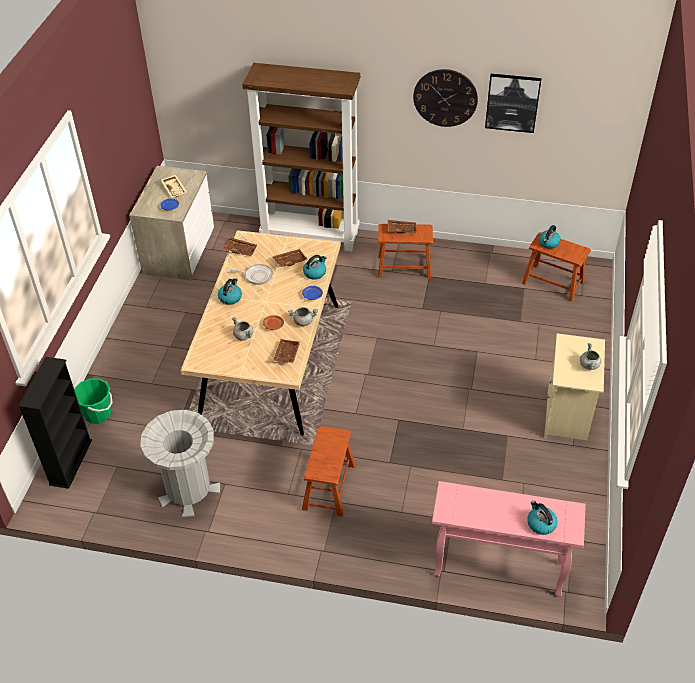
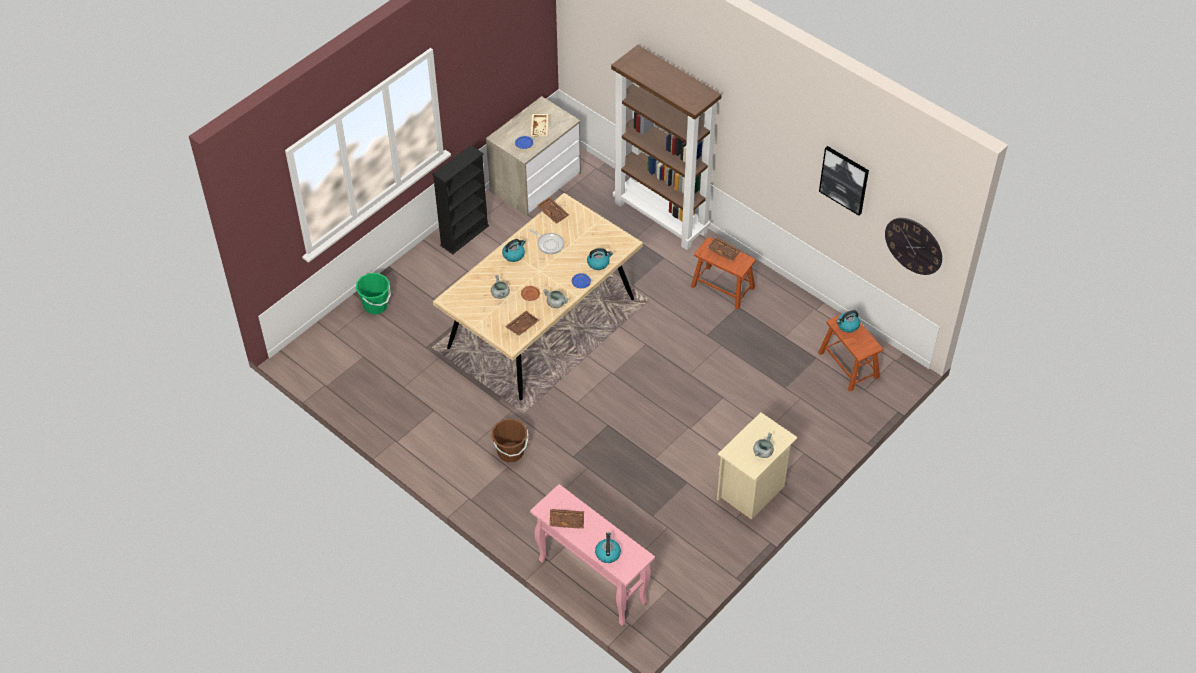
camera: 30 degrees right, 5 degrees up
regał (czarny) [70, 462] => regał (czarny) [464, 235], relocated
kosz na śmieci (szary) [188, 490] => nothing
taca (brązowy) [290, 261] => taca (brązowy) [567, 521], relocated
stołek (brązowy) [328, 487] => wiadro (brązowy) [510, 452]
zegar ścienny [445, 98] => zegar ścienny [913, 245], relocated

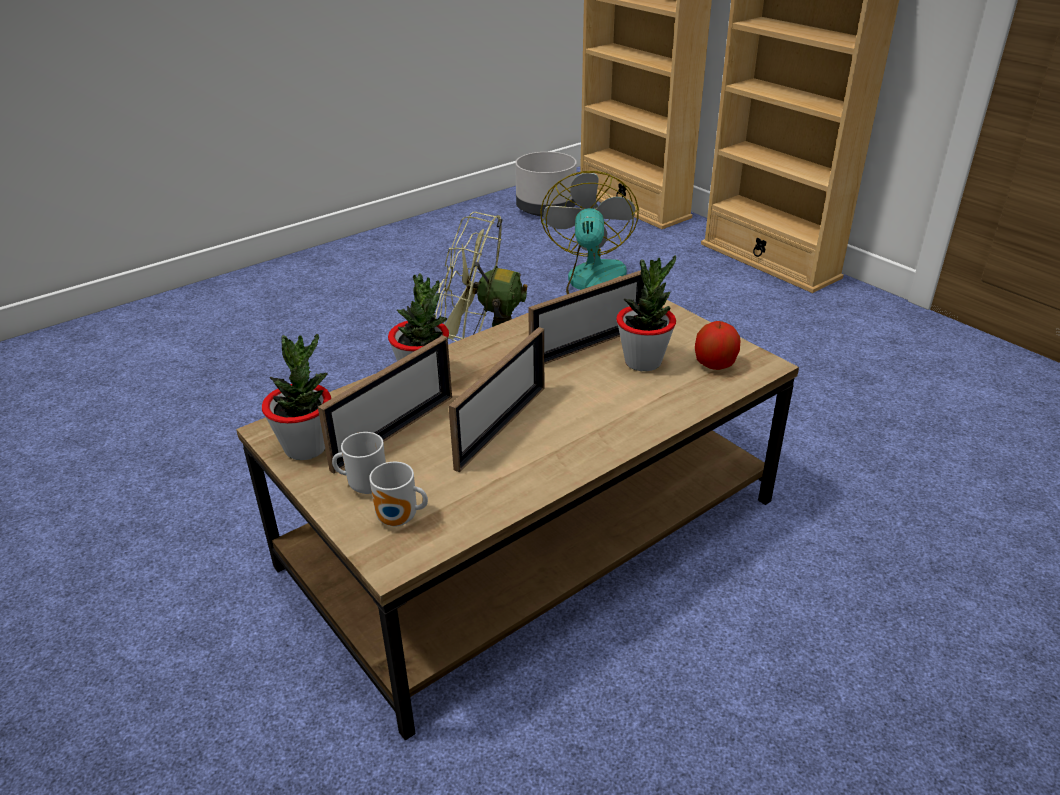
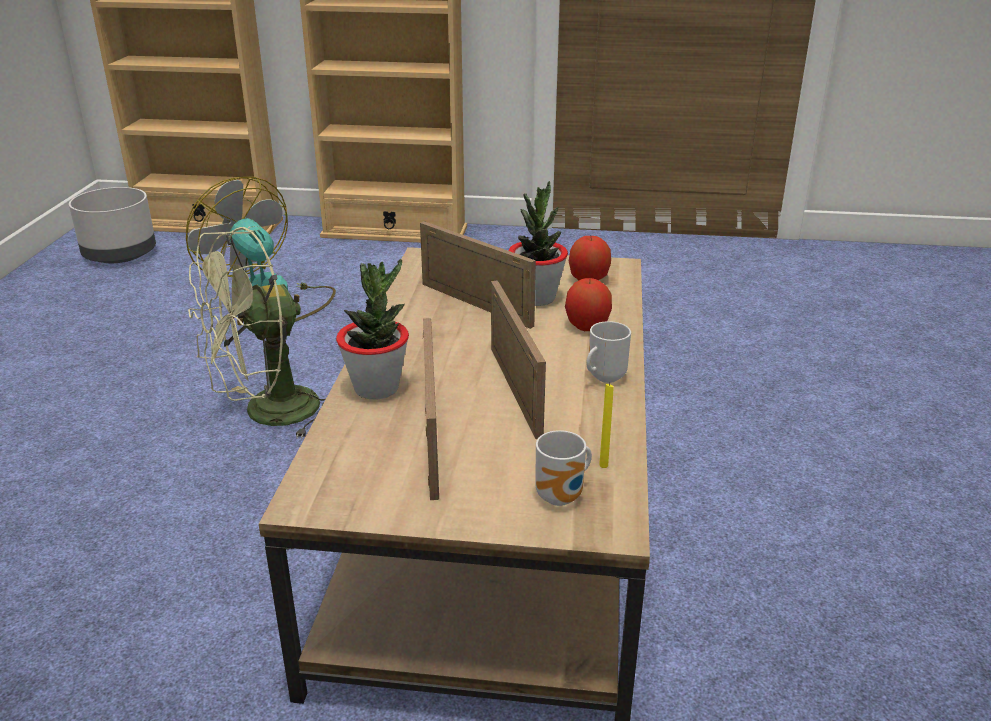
camera: 45 degrees left, 5 degrees down
roślina doniczkowa [306, 447] => nothing
kubek [365, 485] => kubek [603, 378], relocated
ramka na zdjęcie [589, 346] => ramka na zdjęcie [475, 304], 60 degrees counterclockwise
nothing => jabłko [587, 326]
nothing => świeca (żółty) [603, 465]

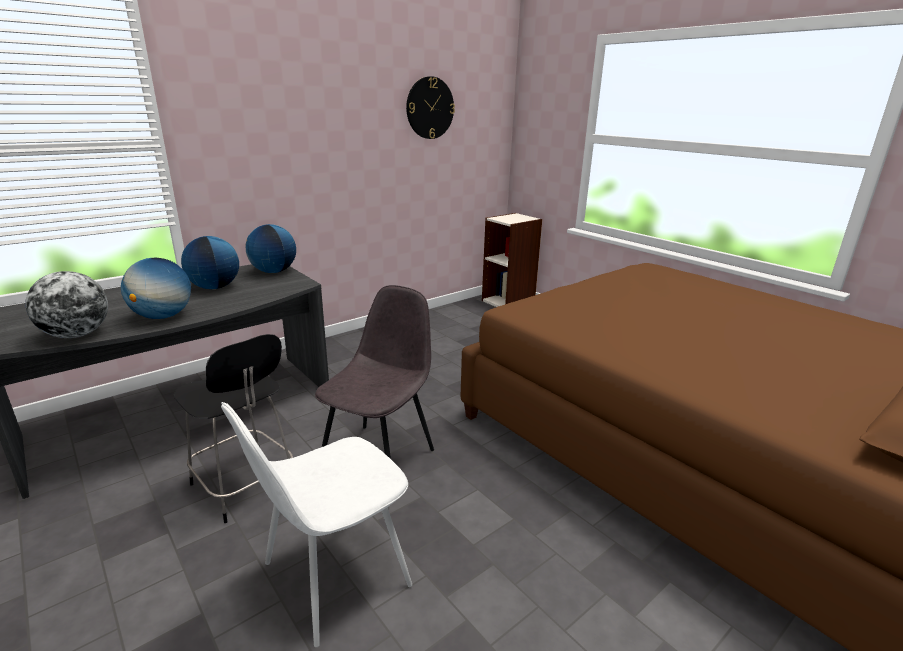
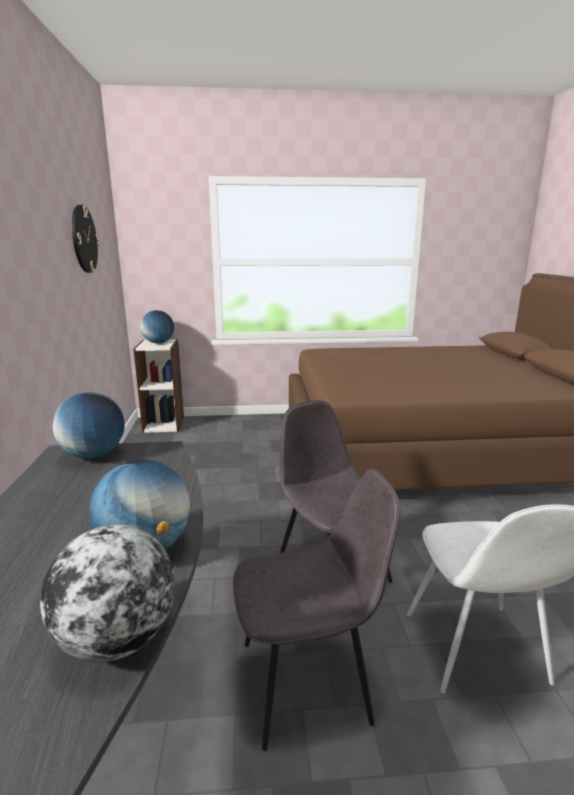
camera: 55 degrees left, 5 degrees down
stołek (czarny) [245, 486] => krzesło (szary) [308, 680]
globus [215, 287] => globus [158, 343], relocated

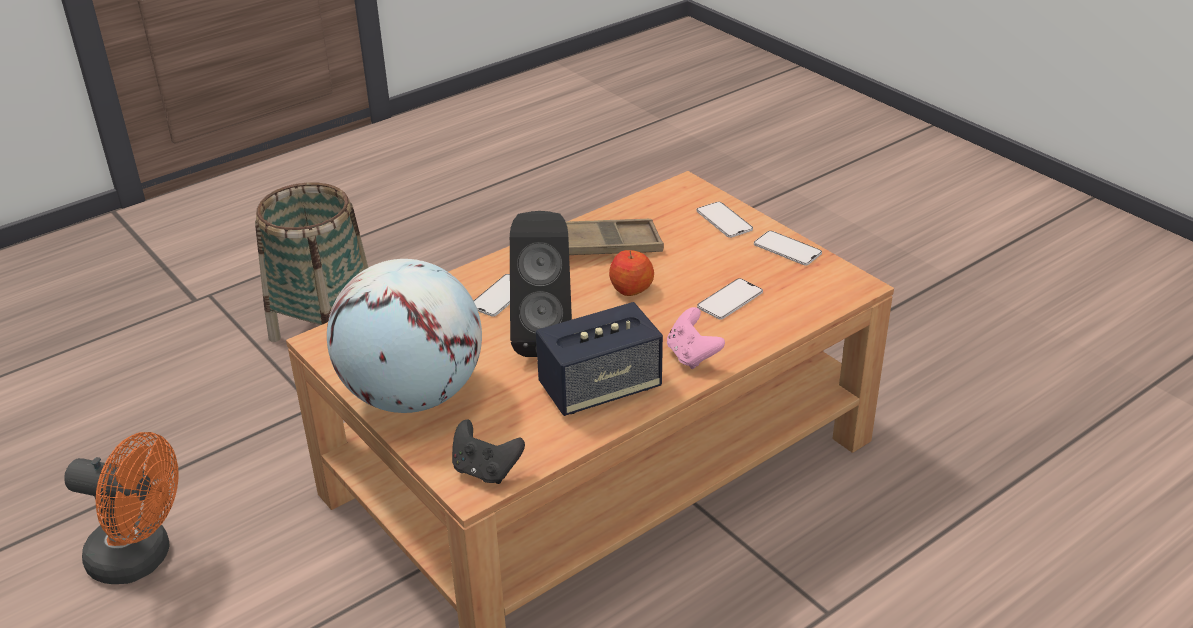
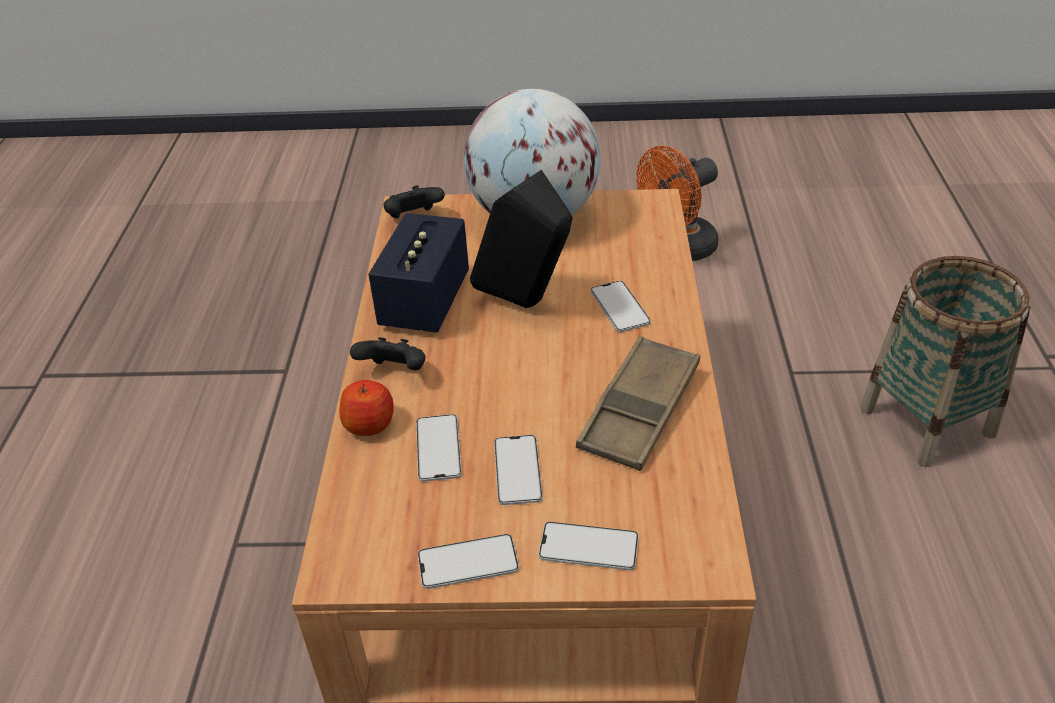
camera: 130 degrees right, 5 degrees up
jabłko [631, 288] => jabłko [370, 424], relocated
pad do gier (różowy) [692, 356] => pad do gier (czarny) [395, 372]
nothing => telefon [517, 470]

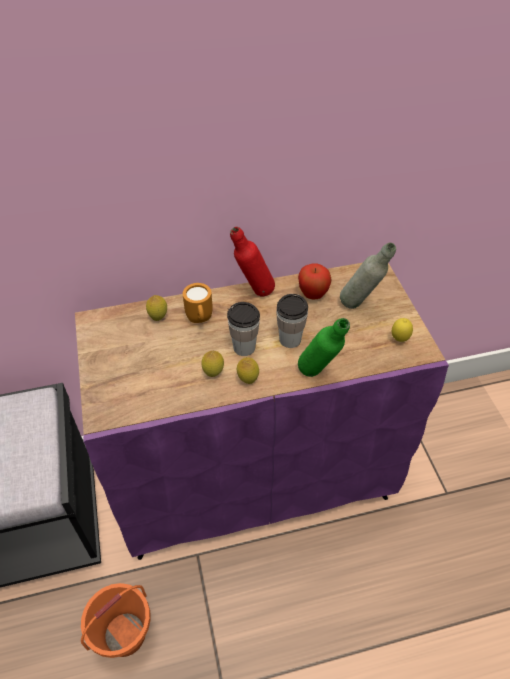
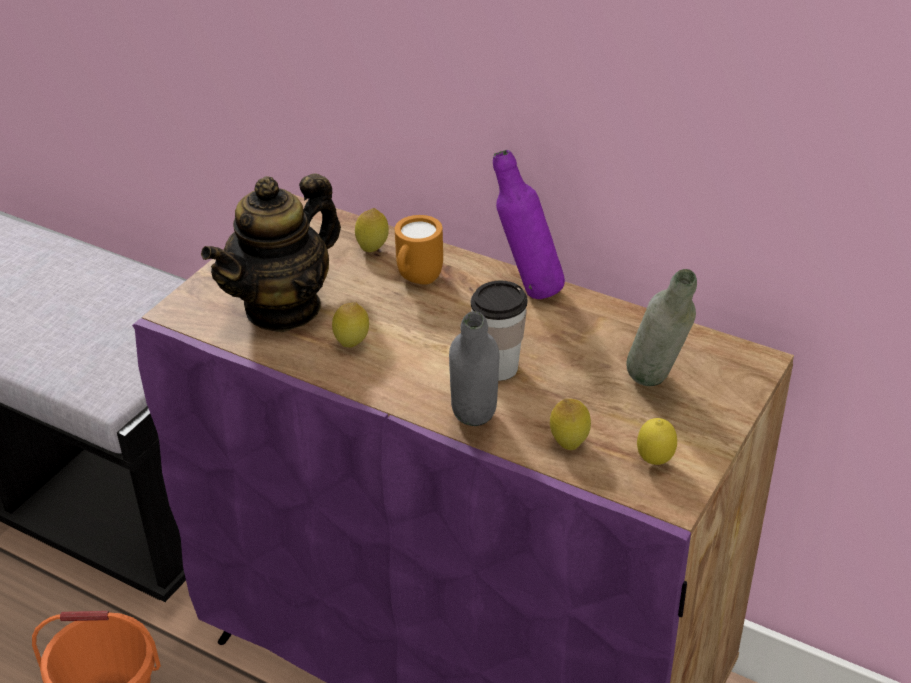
camera: 45 degrees right, 10 degrees down
filiżanka [244, 347] => nothing
butelka (czerwony) [253, 293] => butelka (fioletowy) [527, 289]
cytryna [248, 380] => cytryna [569, 444], relocated
jabłko [313, 295] => nothing
butelka (zielony) [318, 376] => butelka (szary) [474, 430]
nothing => imbryk [283, 307]

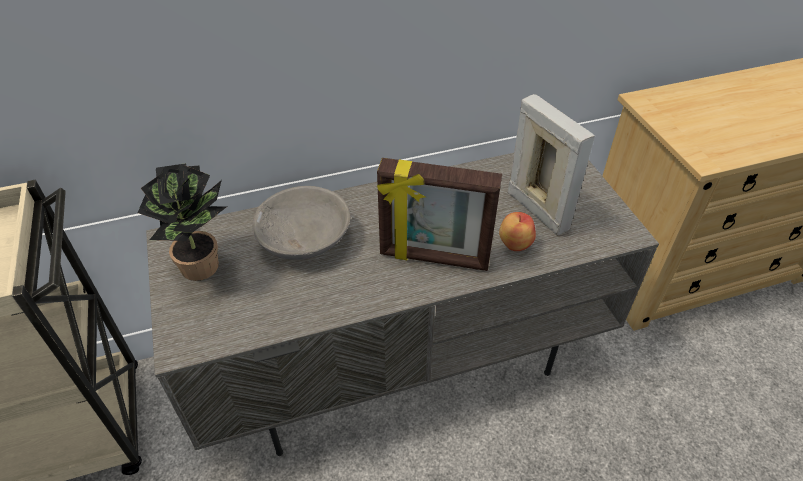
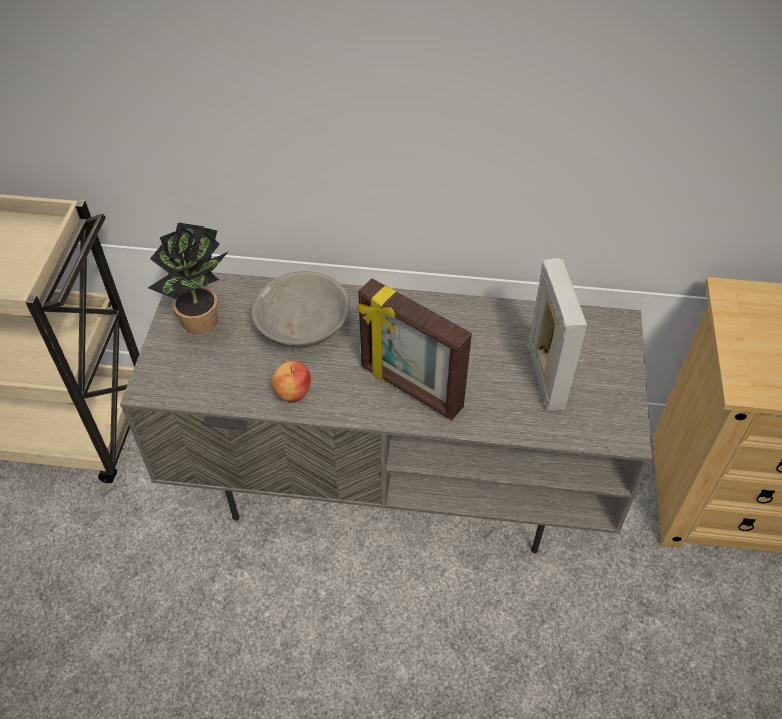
camera: 25 degrees right, 5 degrees up
jabłko [514, 243] => jabłko [292, 392], relocated

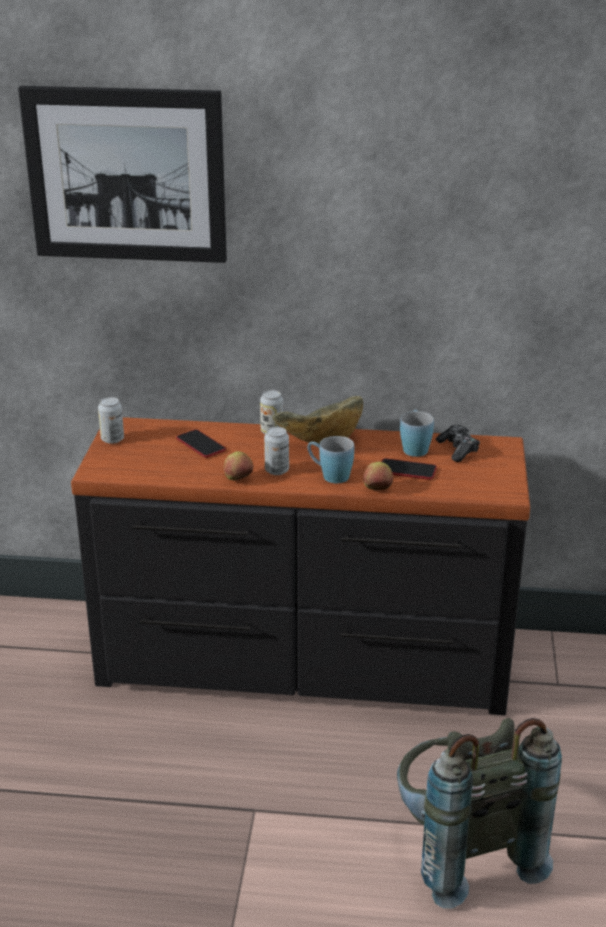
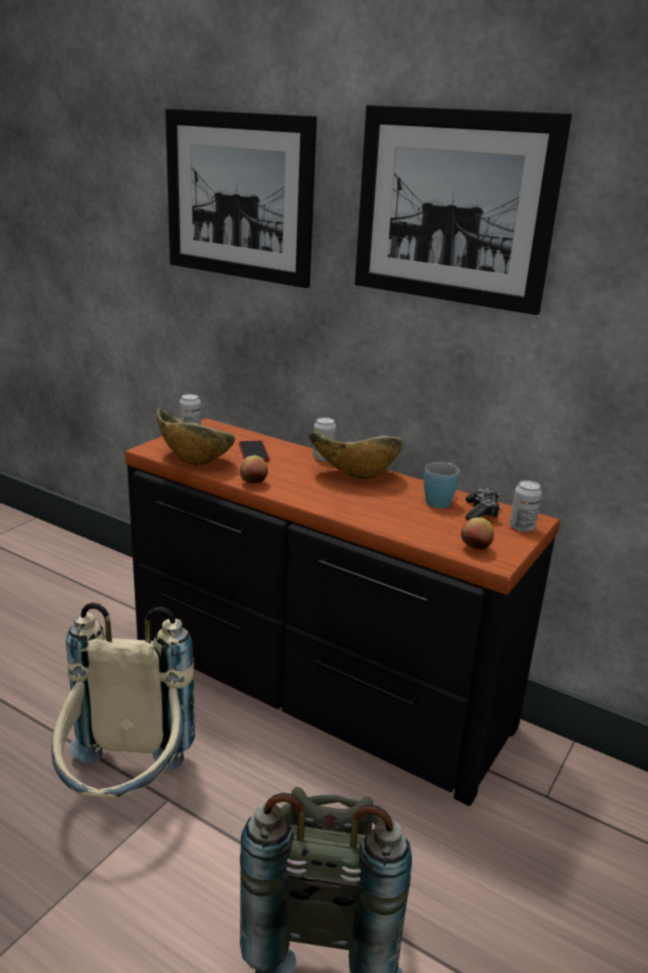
camera: 25 degrees right, 5 degrees down
puszka [277, 470] => puszka [522, 527], relocated
kubek (niebieski) [329, 475] => nothing
jabłko [377, 490] => jabłko [475, 548], relocated
telefon [407, 470] => nothing
nothing => plecak (beżowy) [125, 791]
nothing => miska [193, 461]
nothing => obraz [453, 208]

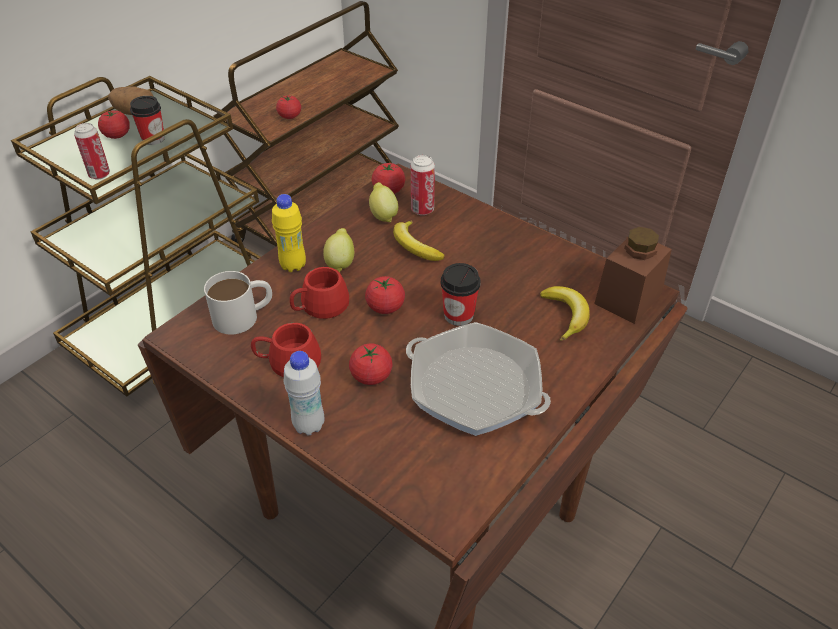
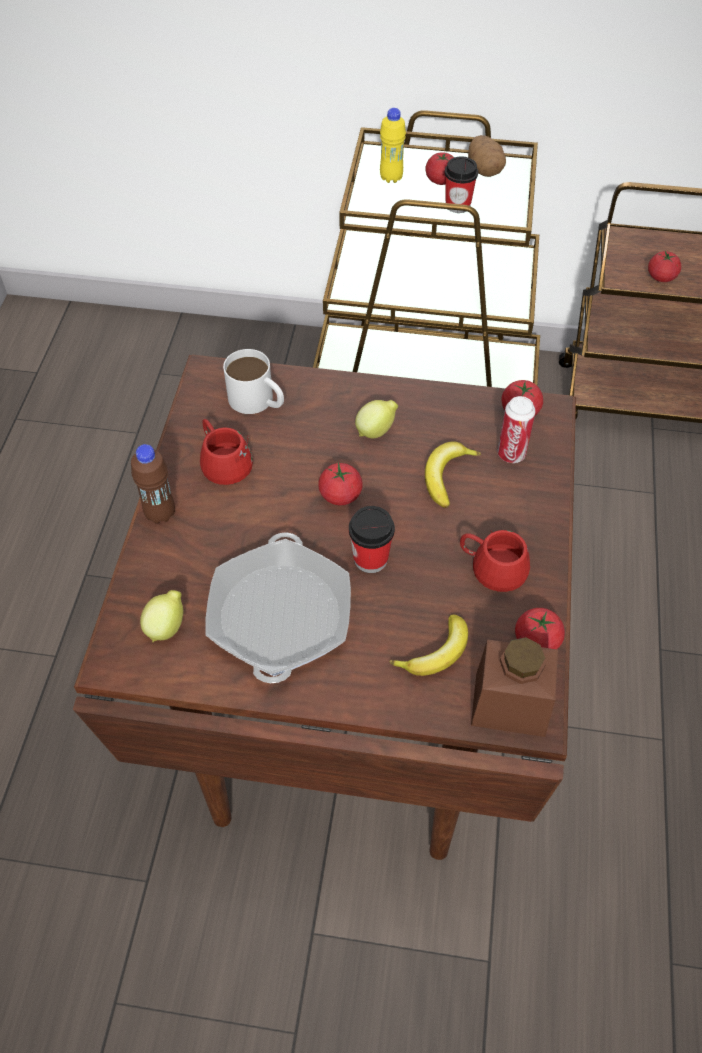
camera: 60 degrees right, 10 degrees up
puszka [99, 175] => nothing
butelka (żółty) [293, 265] => butelka (żółty) [391, 178], relocated
butelka (biały) [309, 425] => butelka (brązowy) [160, 513]
kubek (czerwony) [317, 303] => kubek (czerwony) [494, 562], relocated
pomidor [371, 376] => pomidor [536, 641], relocated
cytryna [383, 215] => cytryna [167, 626], relocated

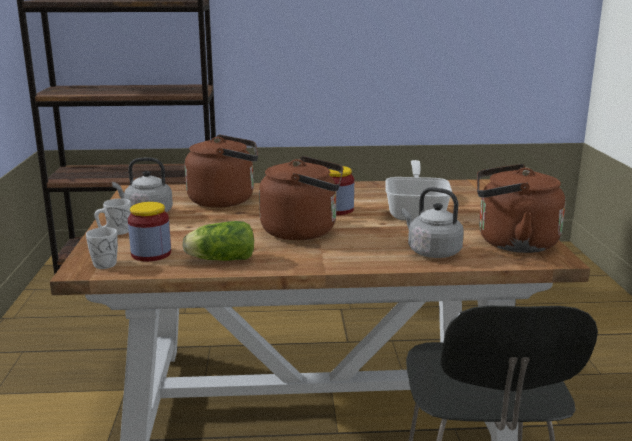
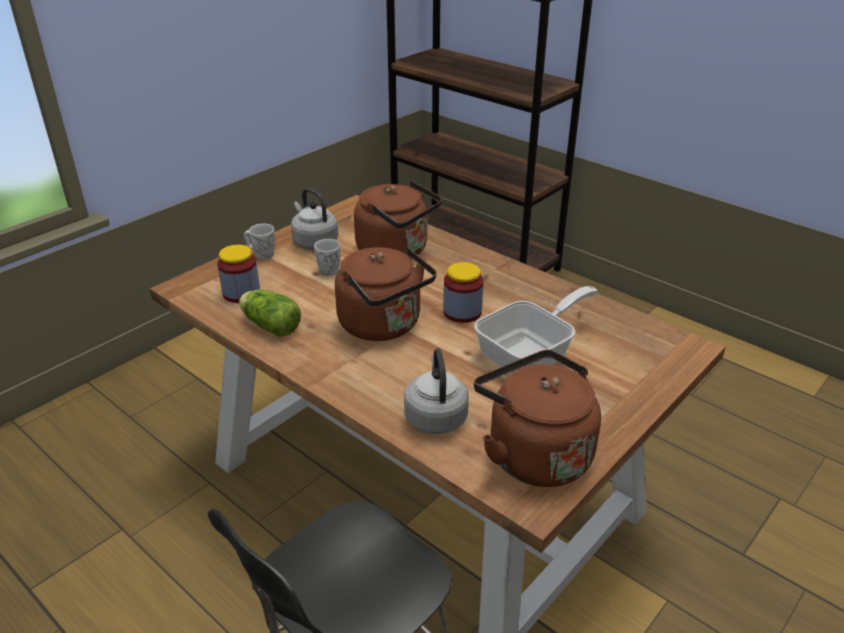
camera: 45 degrees right, 15 degrees up
kubek (biały) [103, 263] => kubek (biały) [330, 269], relocated

